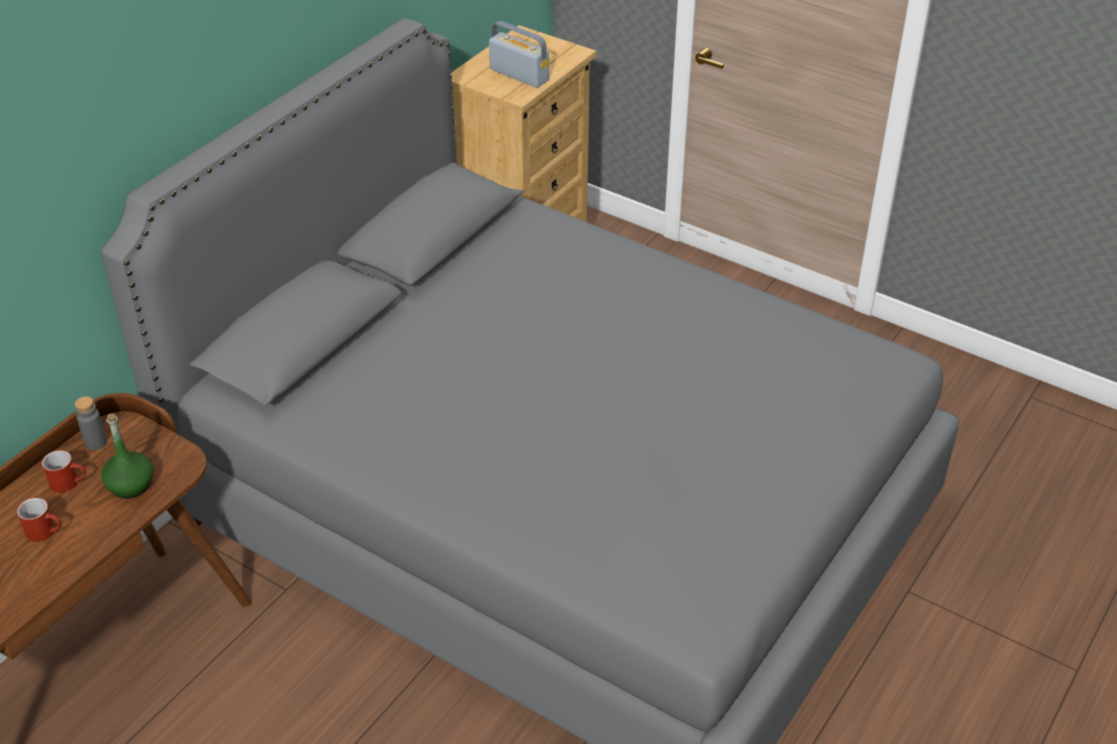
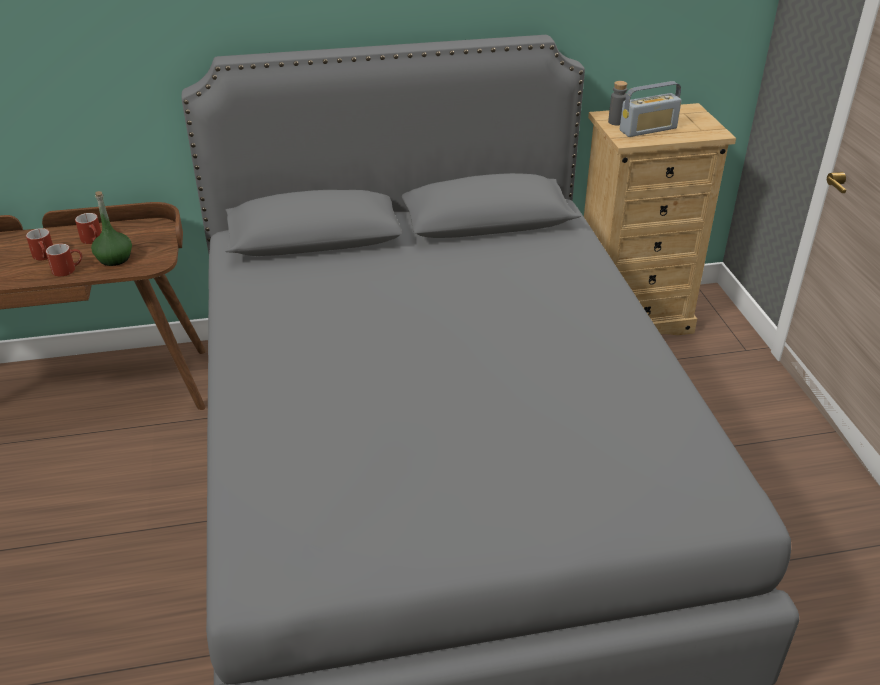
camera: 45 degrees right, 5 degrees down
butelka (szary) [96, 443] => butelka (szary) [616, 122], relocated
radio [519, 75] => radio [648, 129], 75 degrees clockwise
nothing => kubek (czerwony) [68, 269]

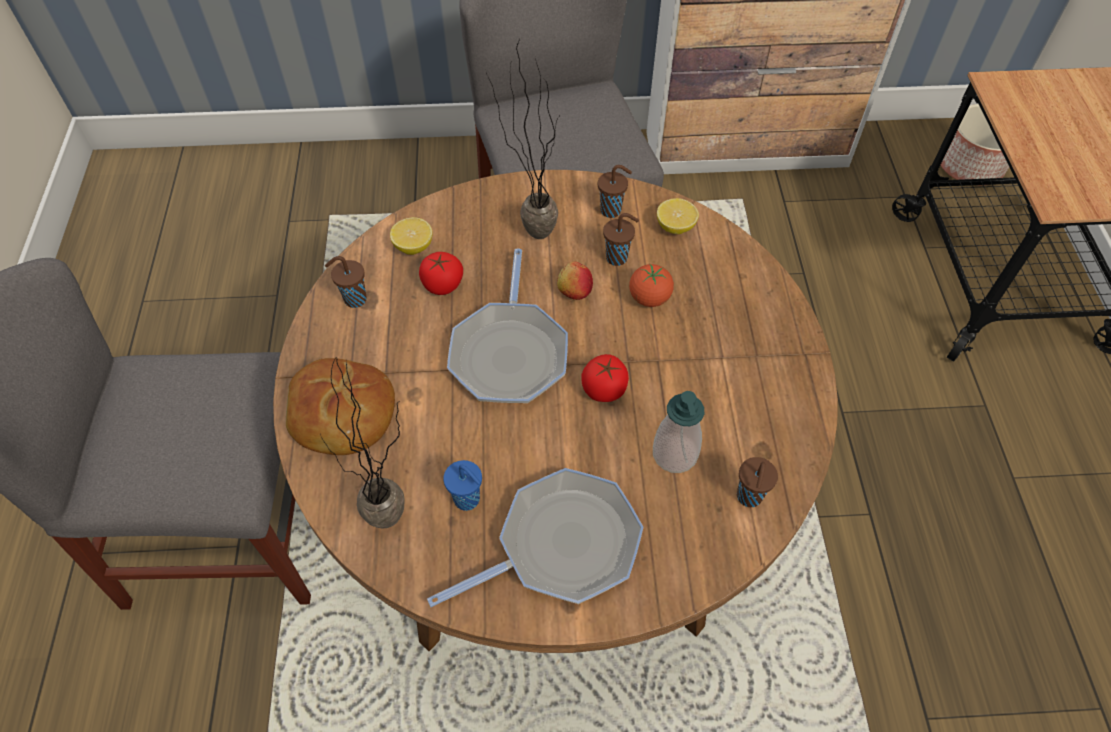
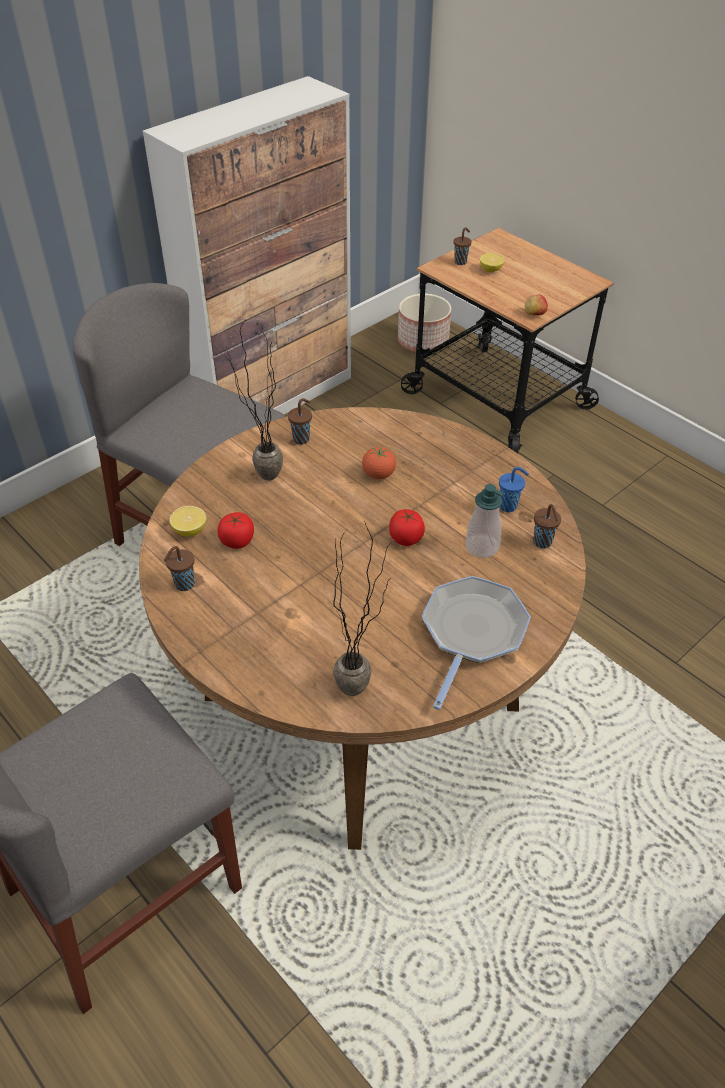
camera: 40 degrees left, 10 degrees down
chleb [342, 416] => nothing
filiżanka (niebieski) [468, 500] => filiżanka (niebieski) [509, 506], relocated
patelnia [509, 353] => nothing
jabłko [574, 291] => jabłko [534, 313], relocated
filiżanka (brązowy) [618, 258] => filiżanka (brązowy) [461, 262], relocated
cytryna [675, 227] => cytryna [490, 270], relocated

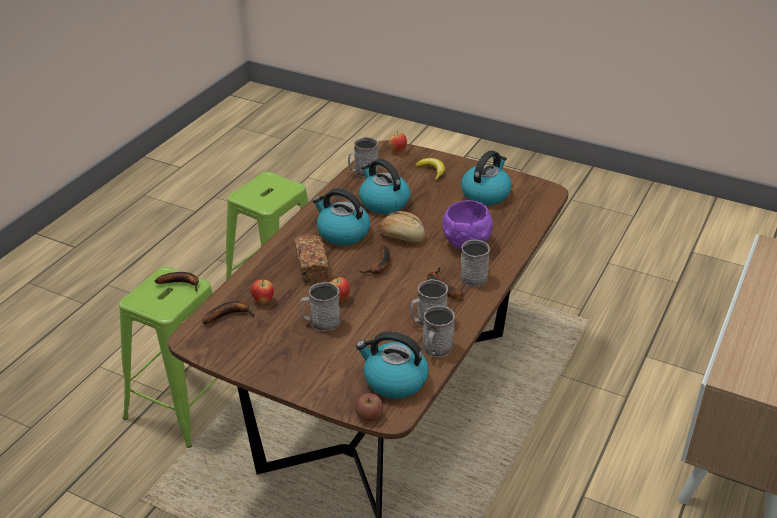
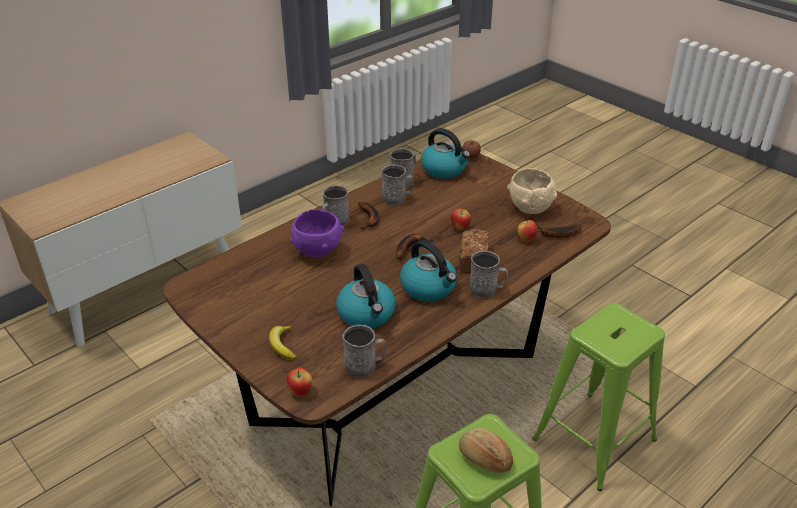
camera: 160 degrees left, 0 degrees up
banan [182, 283] => nothing
kubek (szary) [320, 322] => kubek (szary) [487, 289], relocated
chleb [402, 236] => chleb [484, 459], relocated
czajnik [485, 194] => nothing
nothing => miska (beżowy) [530, 207]

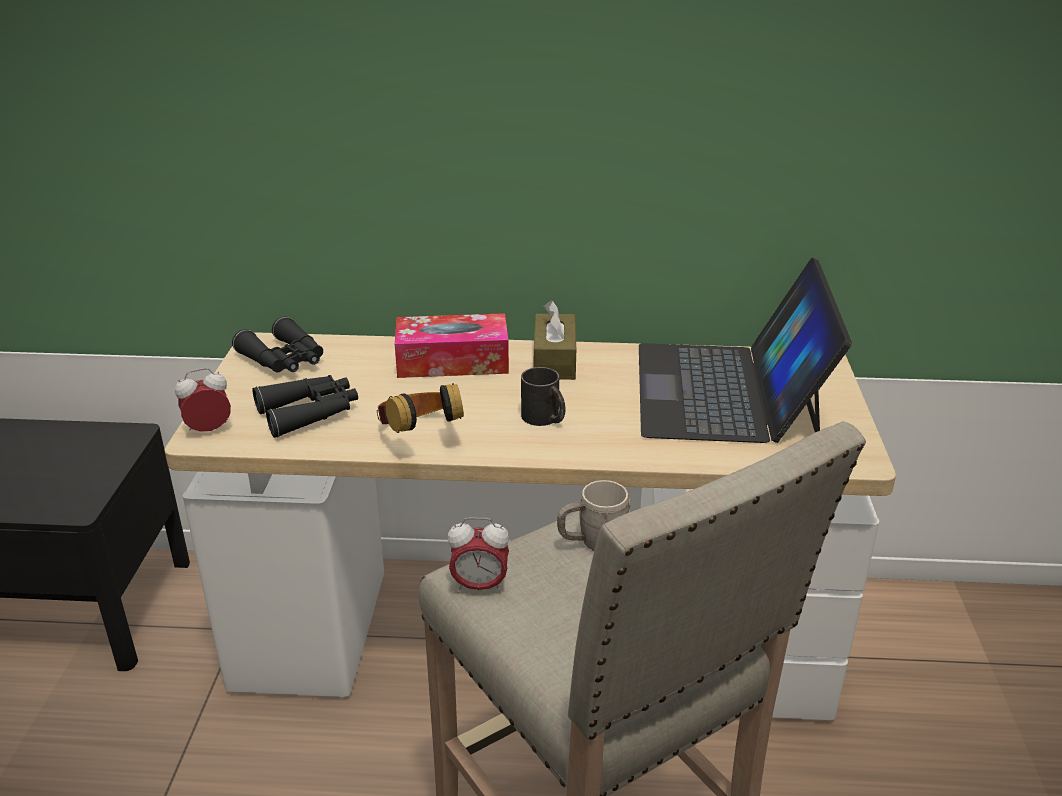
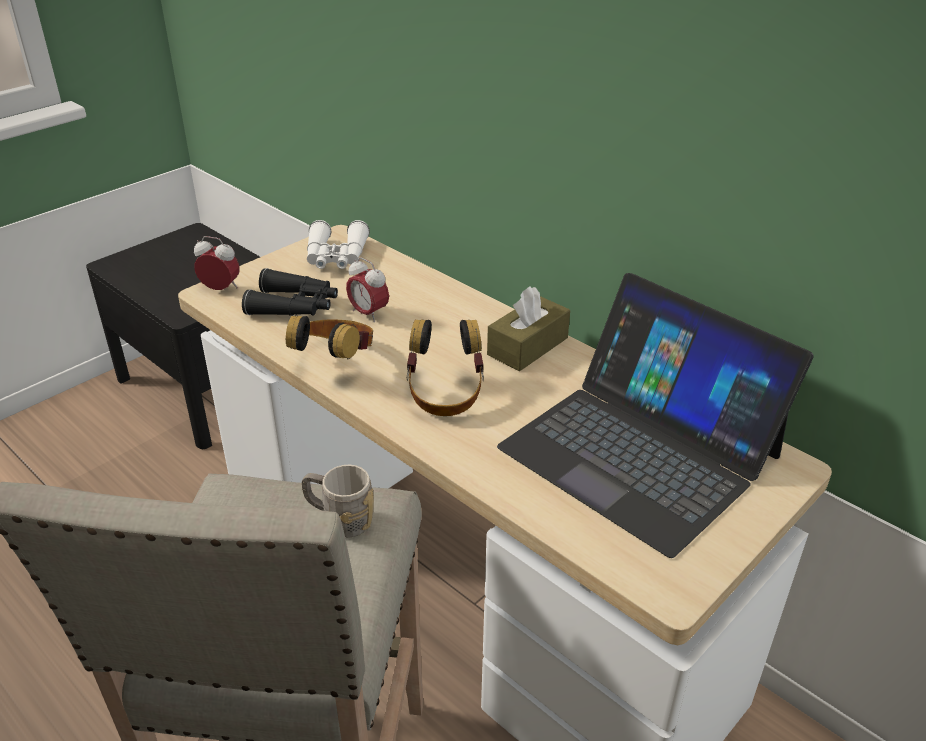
camera: 40 degrees right, 5 degrees up
lornetka (czarny) [285, 360] => lornetka (biały) [336, 257]
pudełko chusteczek [452, 361] => nothing
budzik [479, 586] => budzik [368, 314], relocated
kubek (czarny) [545, 419] => słuchawki [445, 394]
laptop [727, 392] => laptop [640, 451], 90 degrees counterclockwise

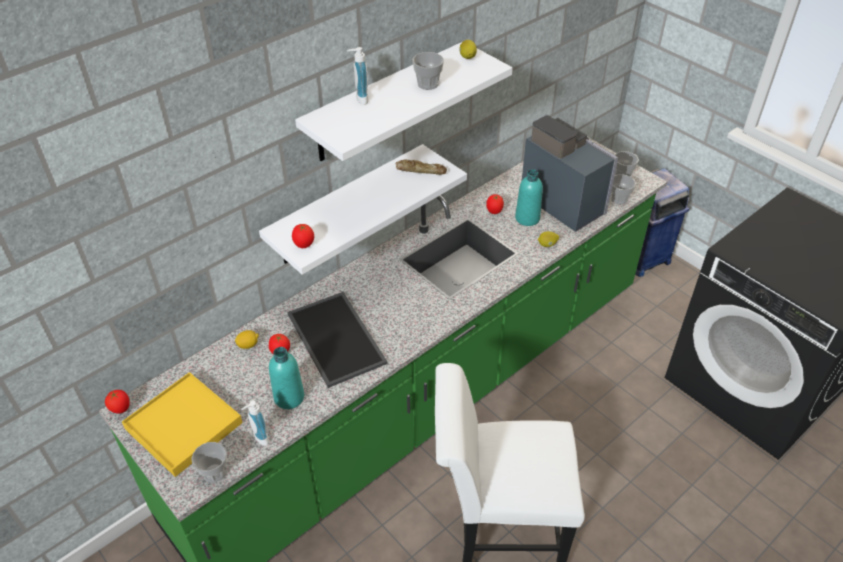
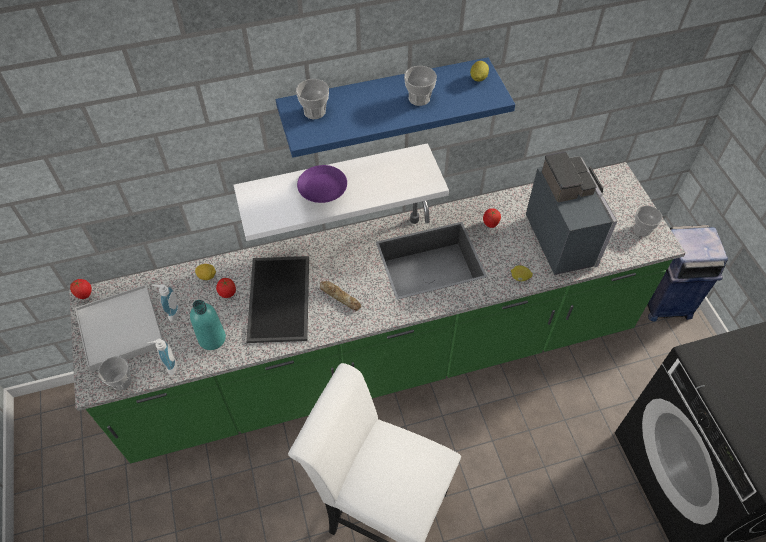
camera: 25 degrees right, 10 degrees up
taca (żółty) [184, 425] => taca (biały) [121, 329]
pomidor [304, 245] => nothing
półka (biały) [385, 102] => półka (niebieski) [384, 100]
dozownik mydła [359, 99] => dozownik mydła [172, 312], relocated
chleb [421, 170] => chleb [340, 297], relocated
butelka (turkusowy) [527, 218] => nothing
filiżanka [619, 199] => filiżanka [314, 111], relocated
nothing => talerz (fioletowy) [322, 188]

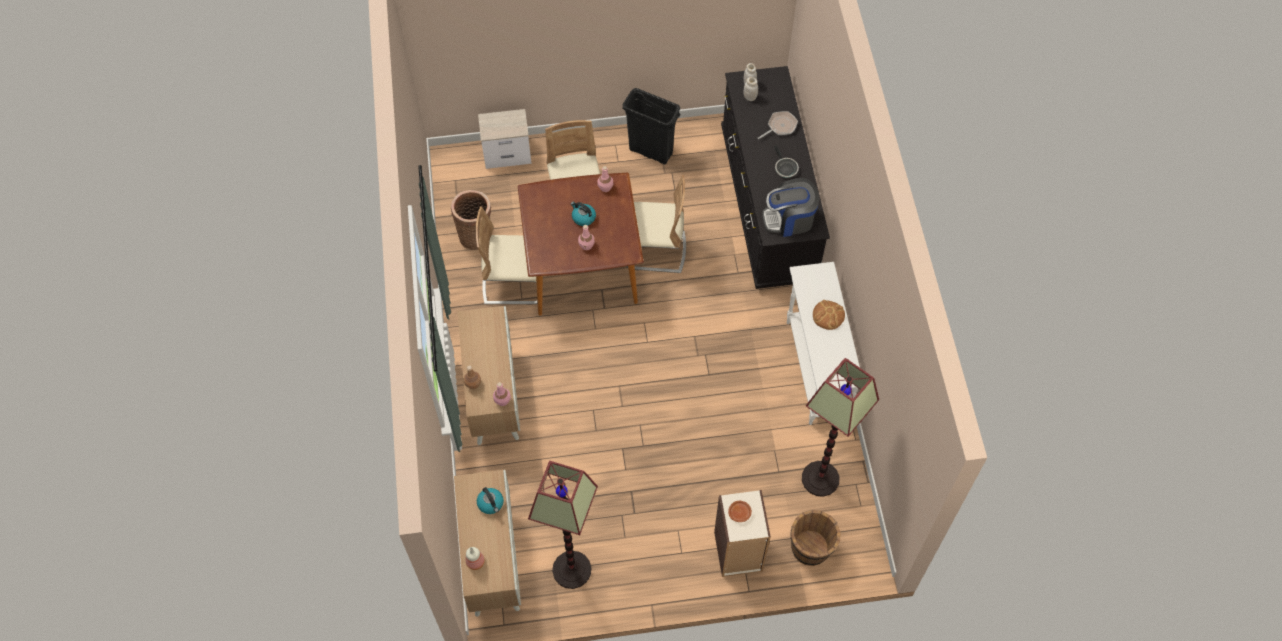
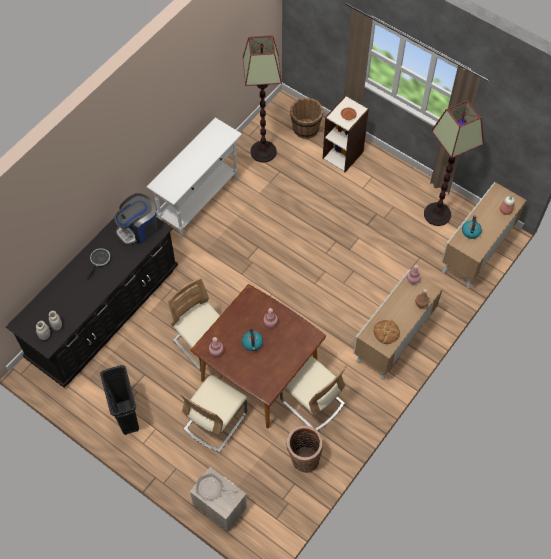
camera: 135 degrees left, 0 degrees up
patelnia [780, 126] => patelnia [212, 488], relocated
ekspres do kawy [789, 219] => ekspres do kawy [138, 229], 105 degrees clockwise
chleb [828, 315] => chleb [386, 332], relocated

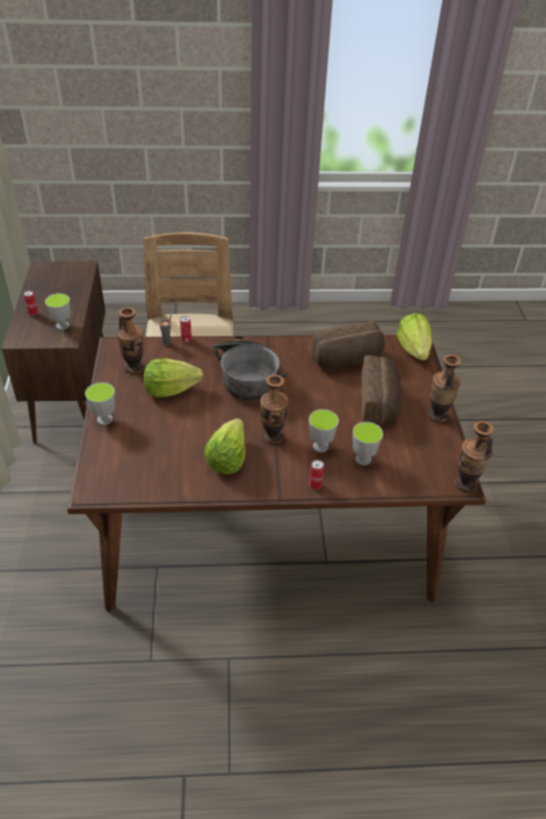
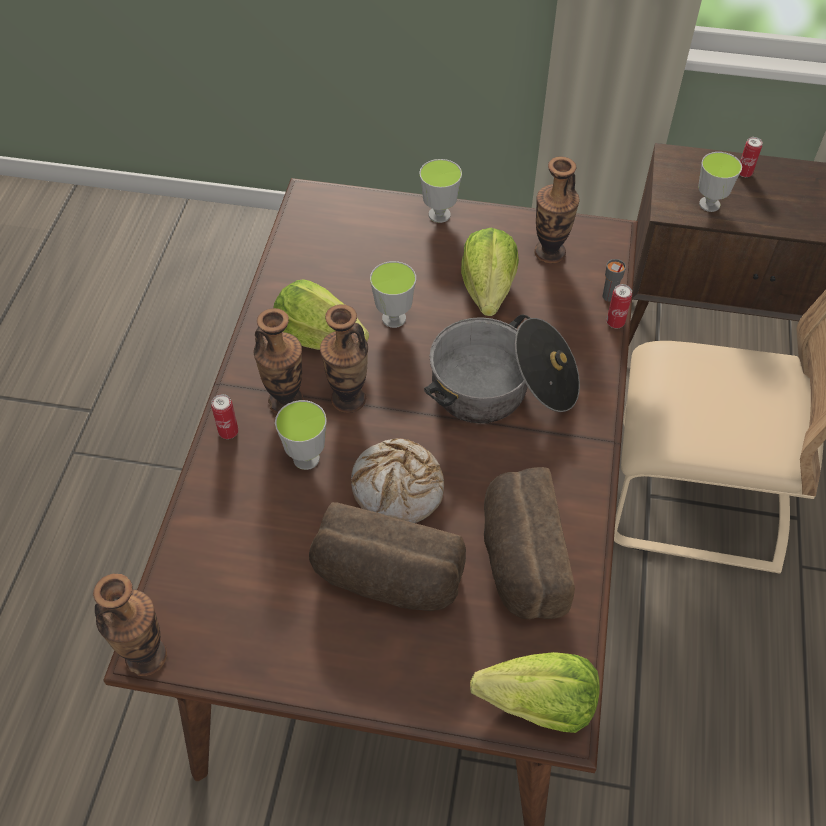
camera: 105 degrees right, 10 degrees up
filiżanka [363, 459] => filiżanka [394, 318], relocated
wazon [437, 415] => wazon [286, 401], relocated
nothing => chleb [398, 488]

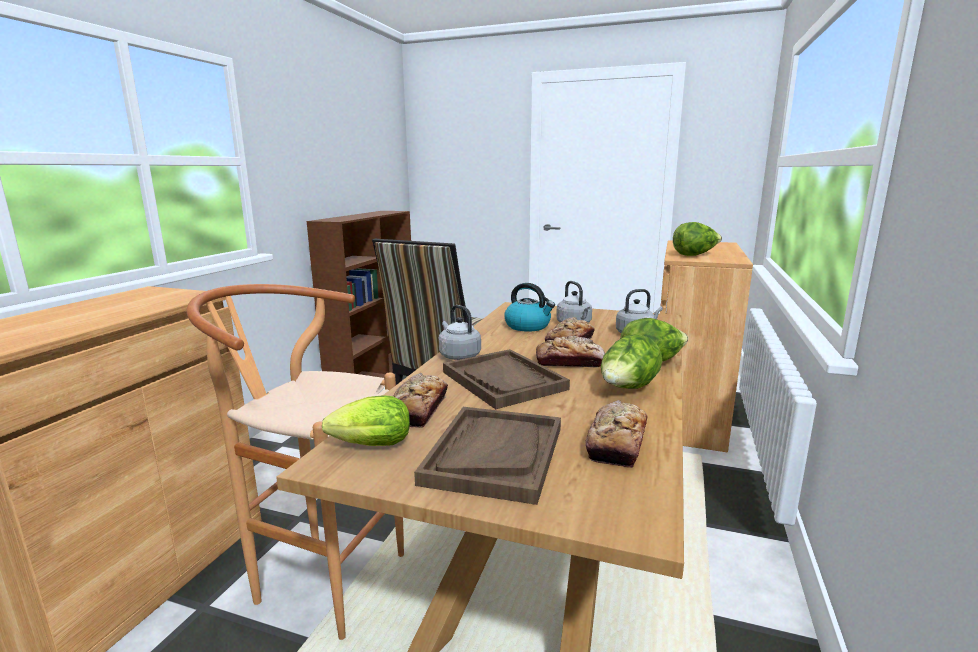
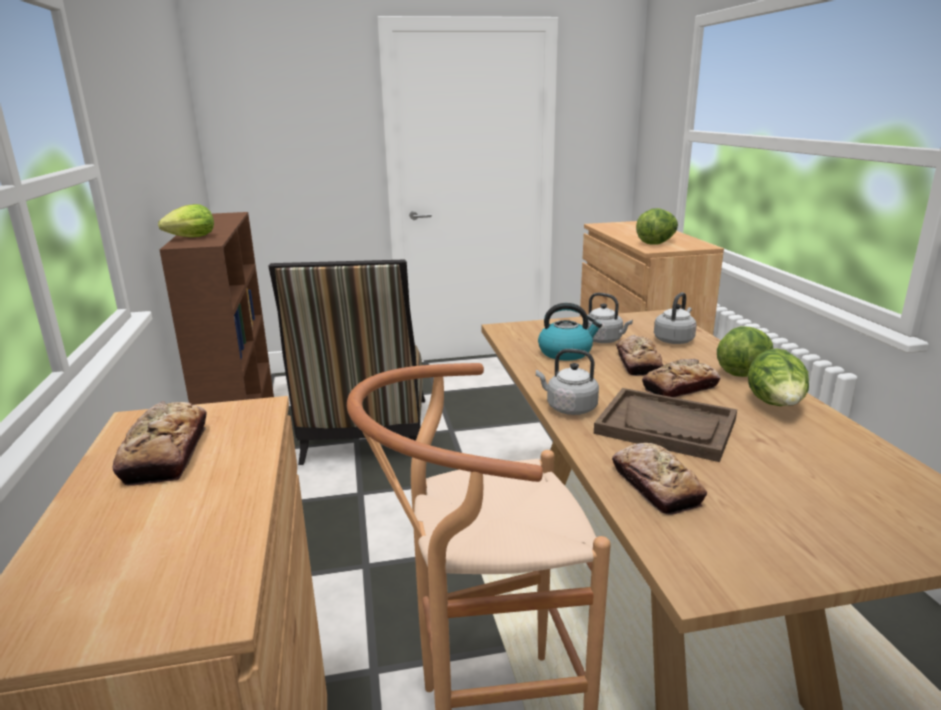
camera: 30 degrees left, 5 degrees up
sałata [367, 446] => sałata [188, 238], relocated
taca (brązowy) [494, 454] => nothing
chleb [616, 442] => chleb [166, 453], relocated

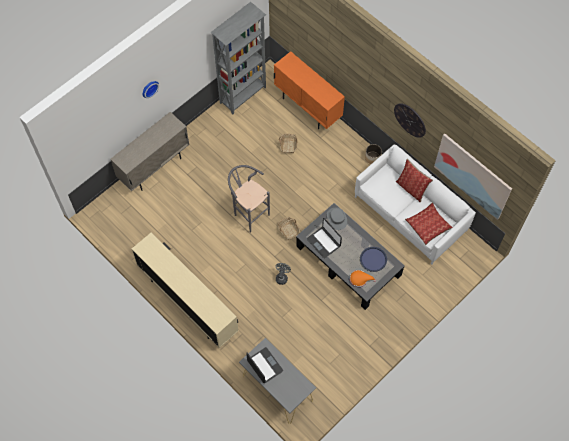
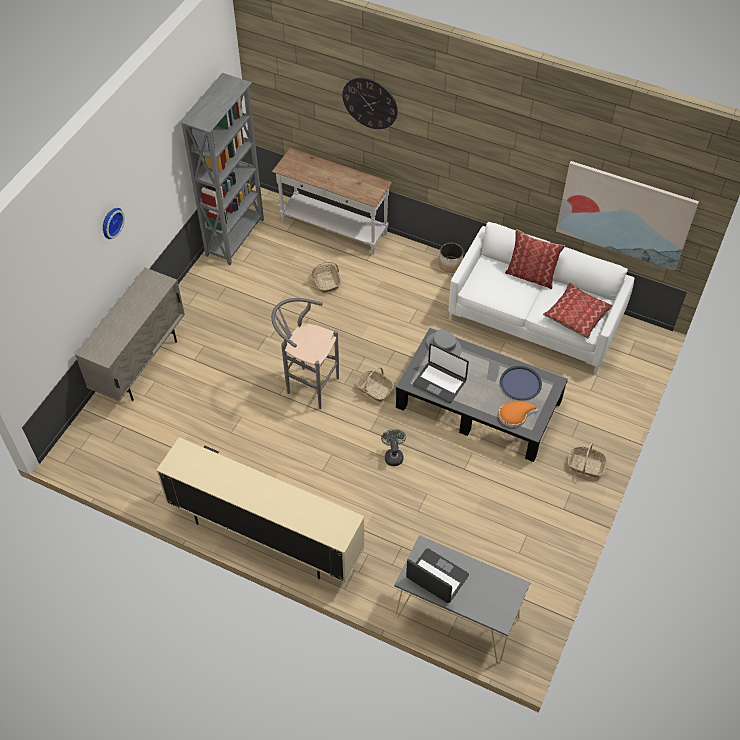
camera: 20 degrees left, 10 degrees down
szafka (pomarańczowy) [308, 108] => stolik konsolowy (biały) [333, 229]
zegar ścienny [410, 120] => zegar ścienny [370, 103], relocated
nothing => koszyk [585, 465]

